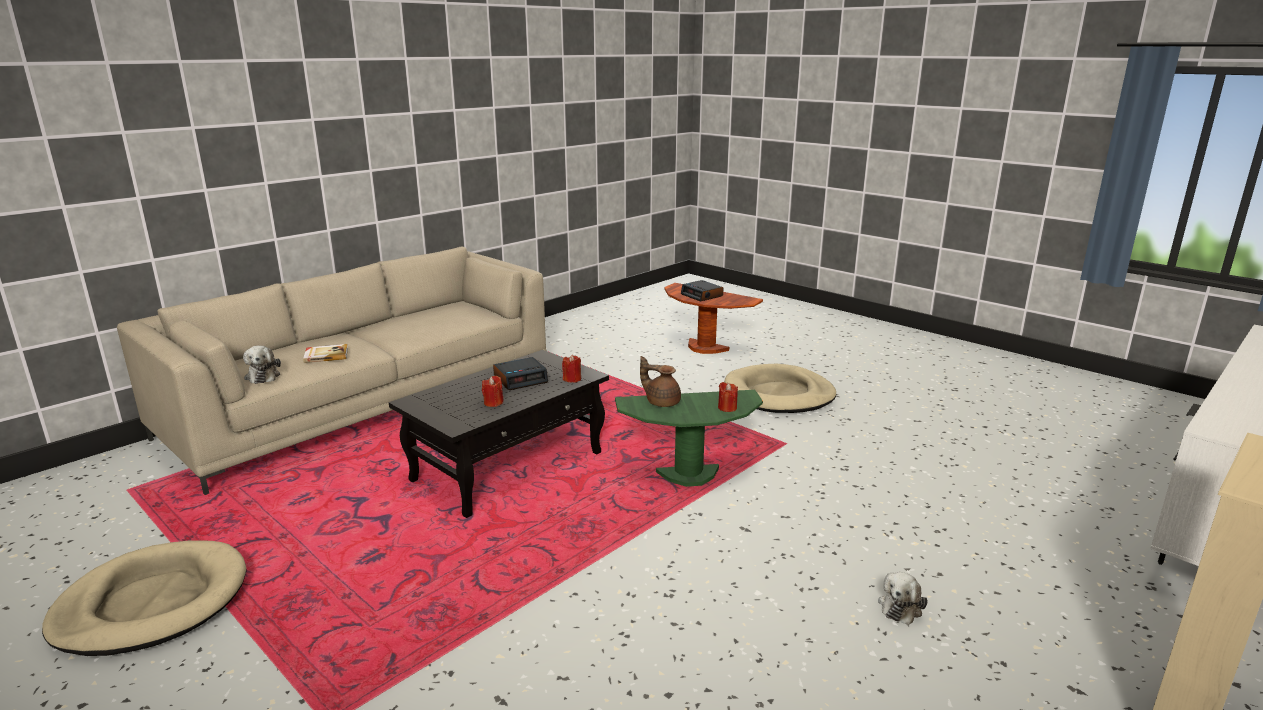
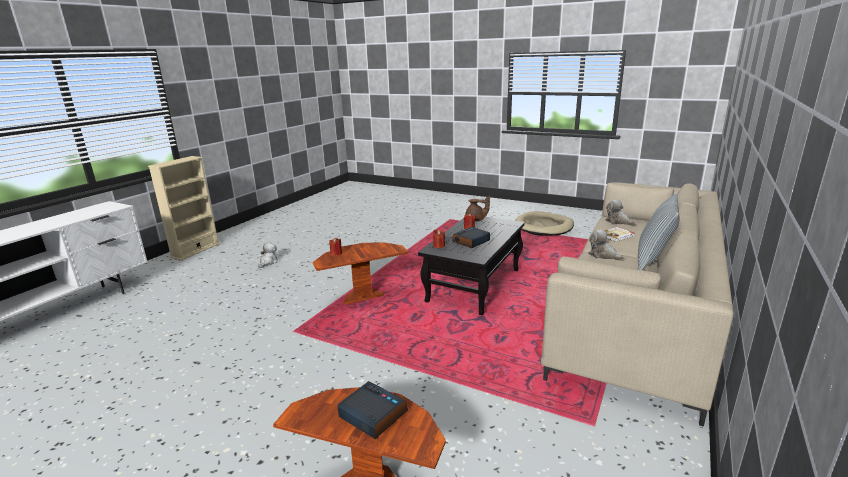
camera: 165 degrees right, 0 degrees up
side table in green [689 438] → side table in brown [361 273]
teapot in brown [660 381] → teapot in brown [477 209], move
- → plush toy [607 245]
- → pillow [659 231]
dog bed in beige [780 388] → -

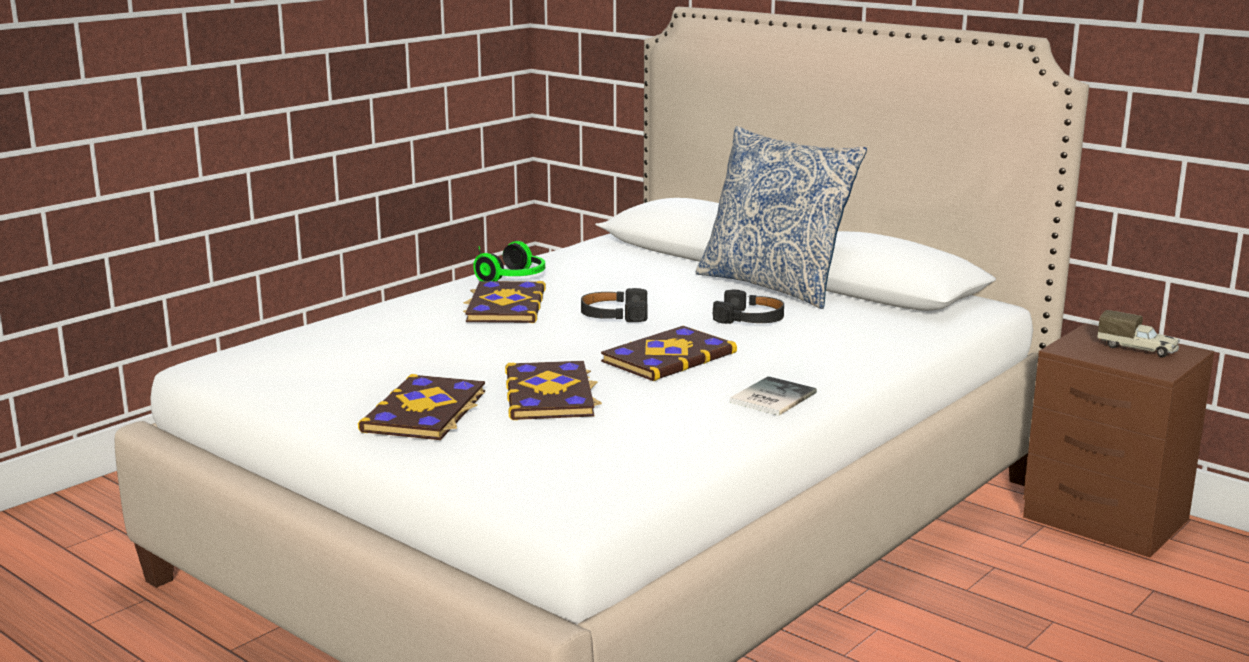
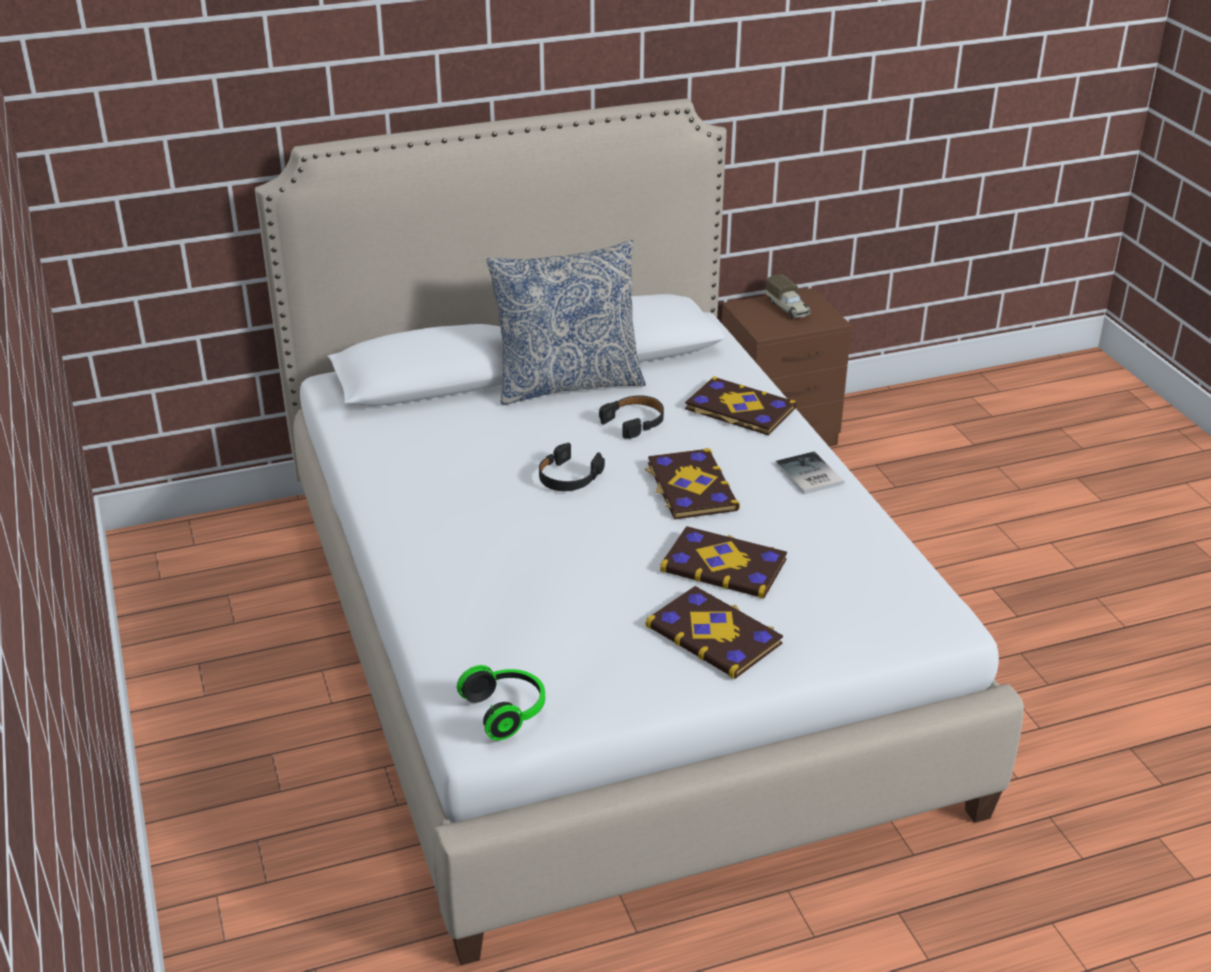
camera: 60 degrees left, 15 degrees up
headphones [509 261] → headphones [501 703], move
book [504 302] → book [740 406], move
toy truck [1138 334] → toy truck [788 296], 90 degrees clockwise

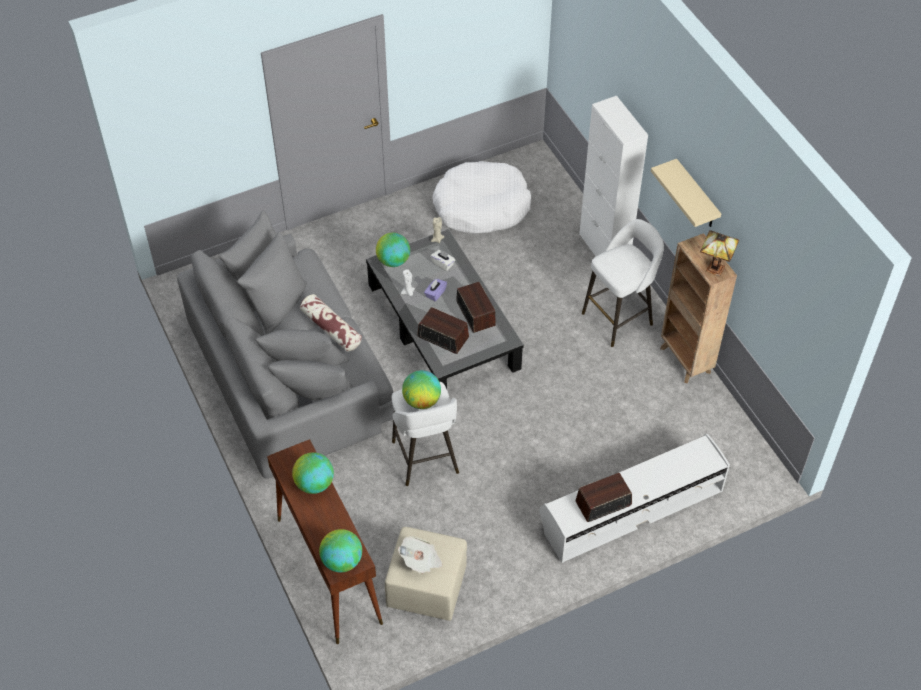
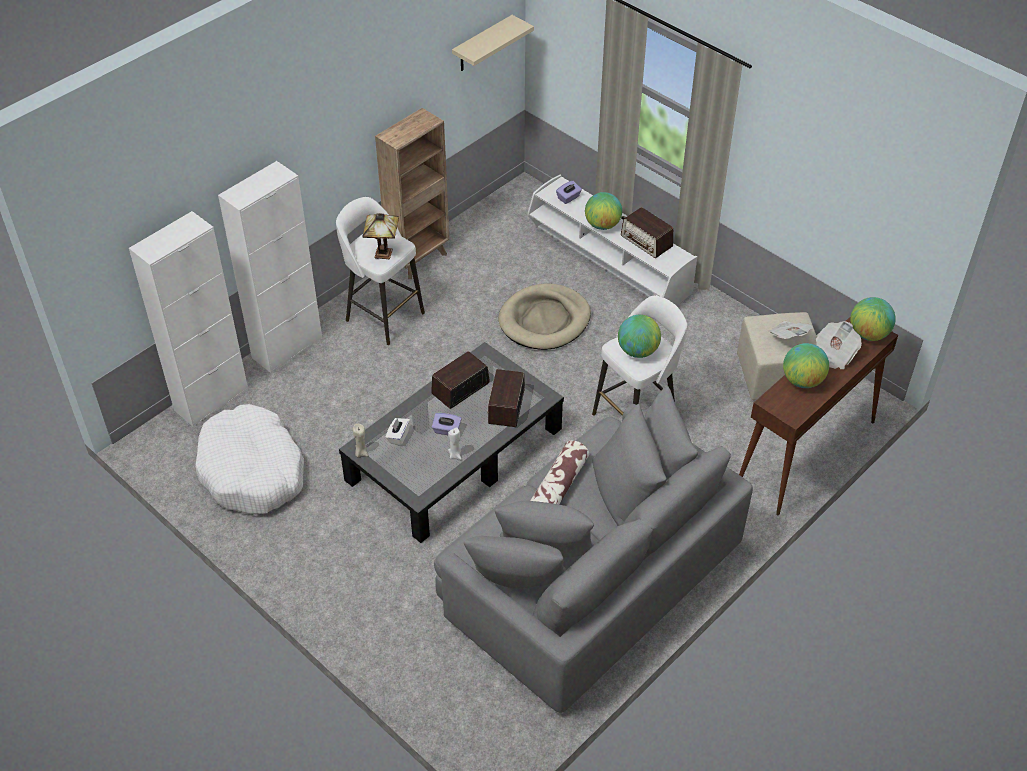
camera: 110 degrees left, 5 degrees down
- → cabinet in white [188 319]
table lamp [719 253] → table lamp [380 236], move
shelf in beige [686 193] → shelf in beige [493 43], move
- → dog bed in beige [544 316]
- → tissue box in purple [569 192]
globe [393 250] → globe [603 211], move
- → newspaper [839 345]

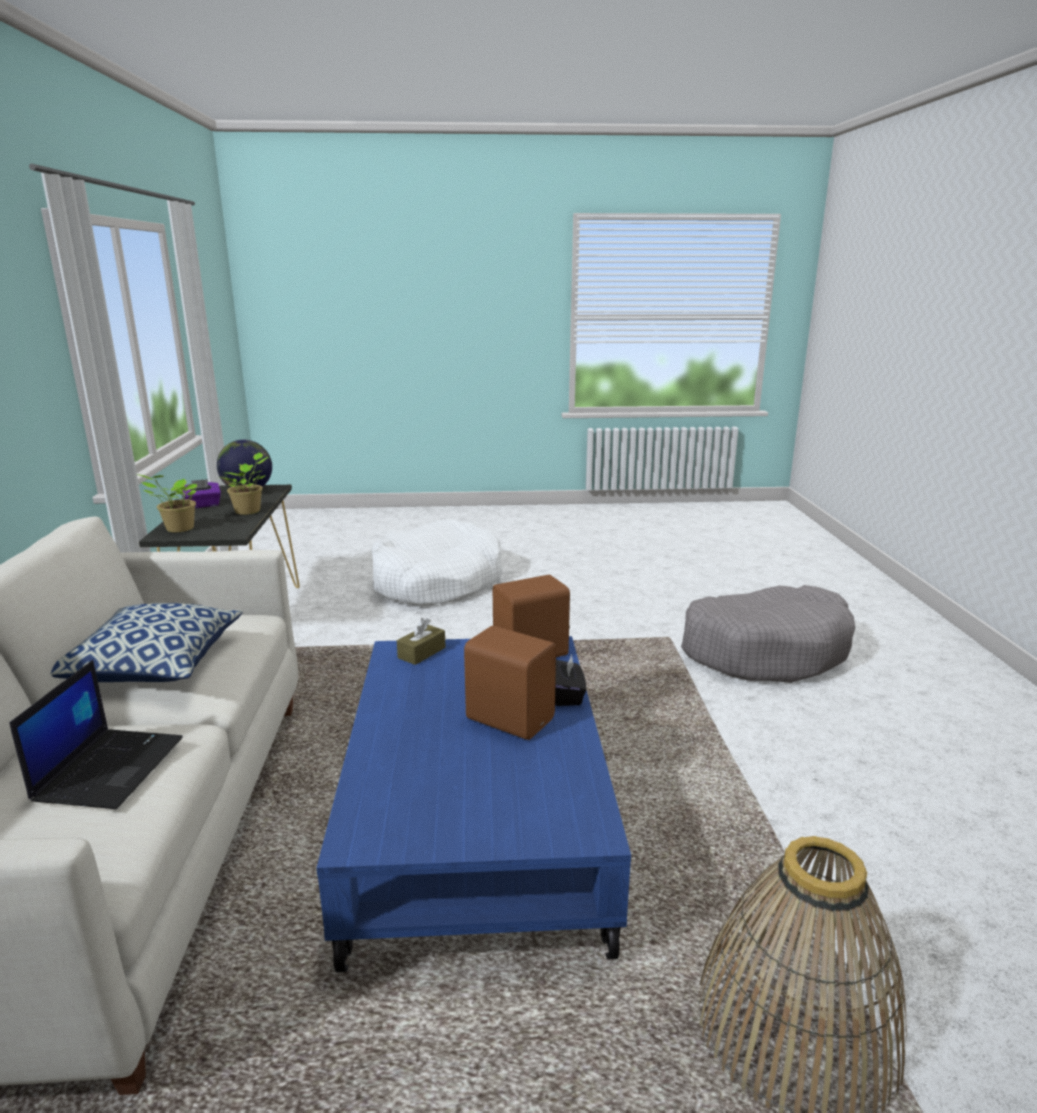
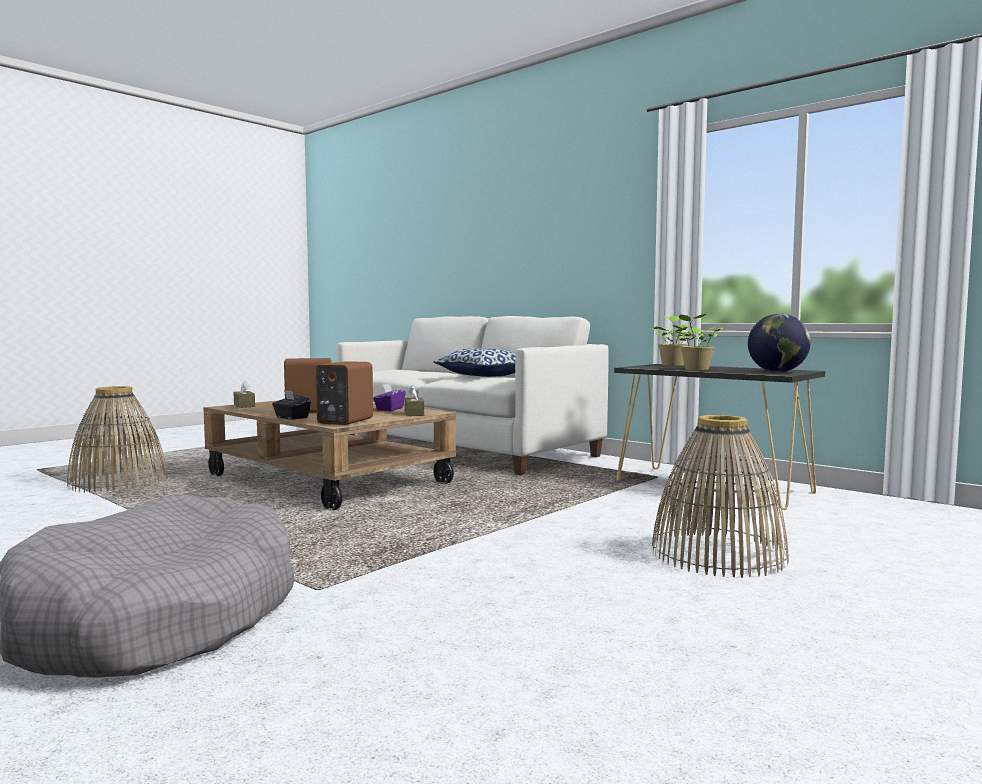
camera: 135 degrees right, 15 degrees down
coffee table in blue [473 804] → coffee table in brown [329 455]
- → tissue box in brown [244 394]
tissue box in purple [201 493] → tissue box in purple [389 397], move
dog bed in white [437 562] → basket [720 496]
laptop [96 734] → -

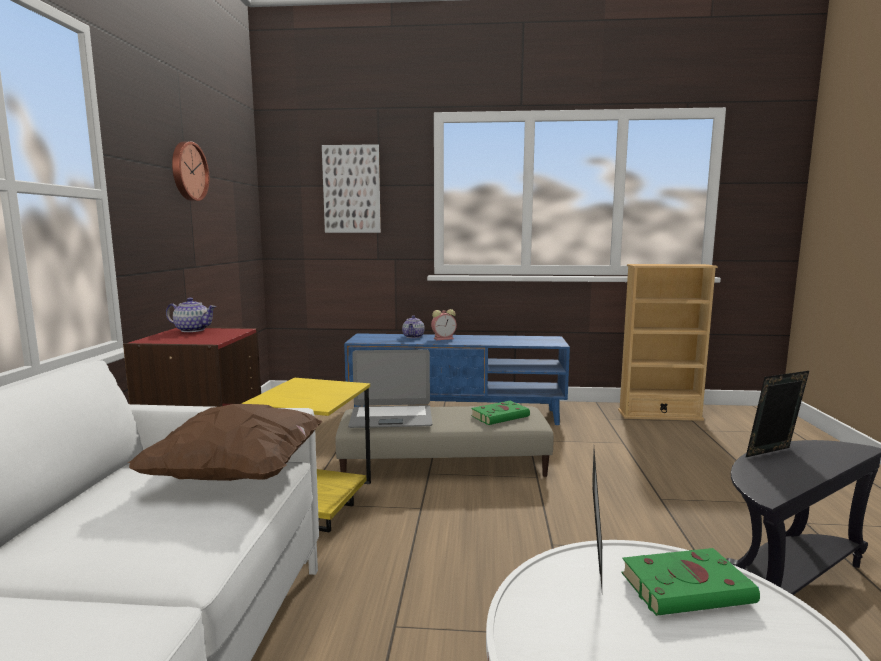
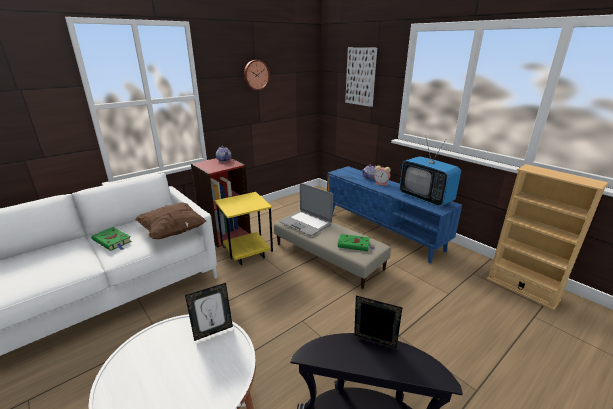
camera: 45 degrees right, 15 degrees up
book in green [691 582] → book in green [111 239], move
- → television [430 171]

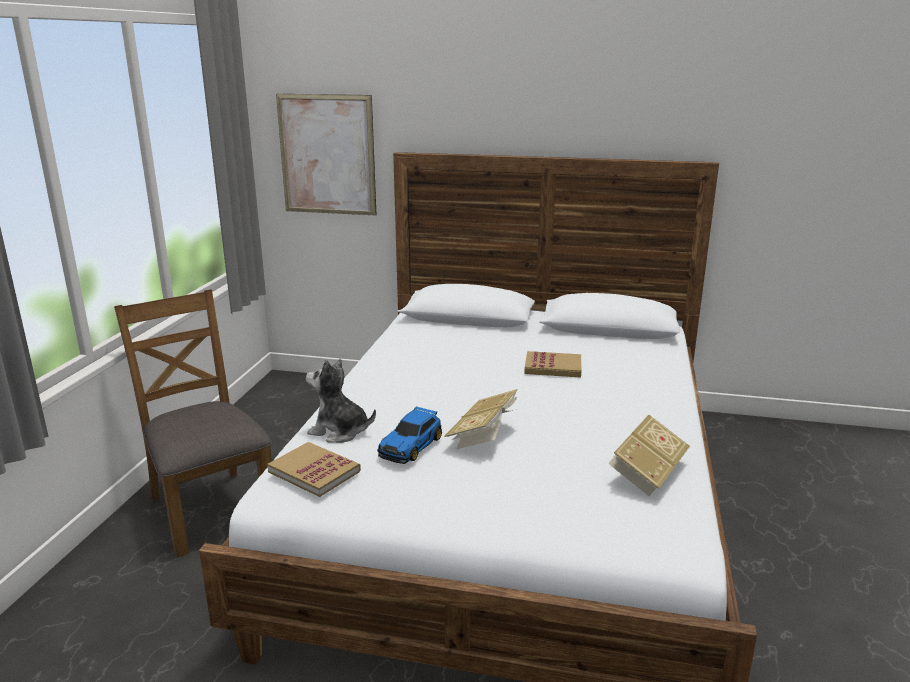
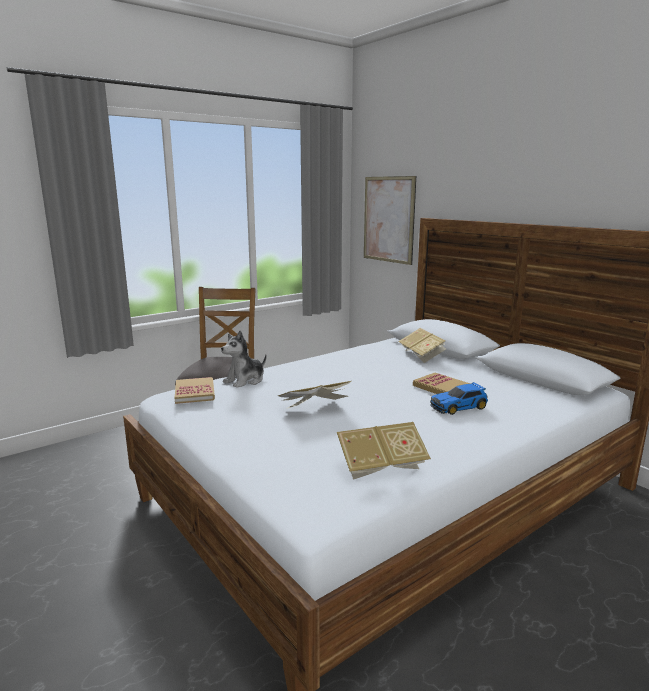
camera: 40 degrees right, 5 degrees down
plush toy [341 401] → plush toy [244 358], 105 degrees counterclockwise
- → book [422 345]
toy car [409 435] → toy car [459 398], move

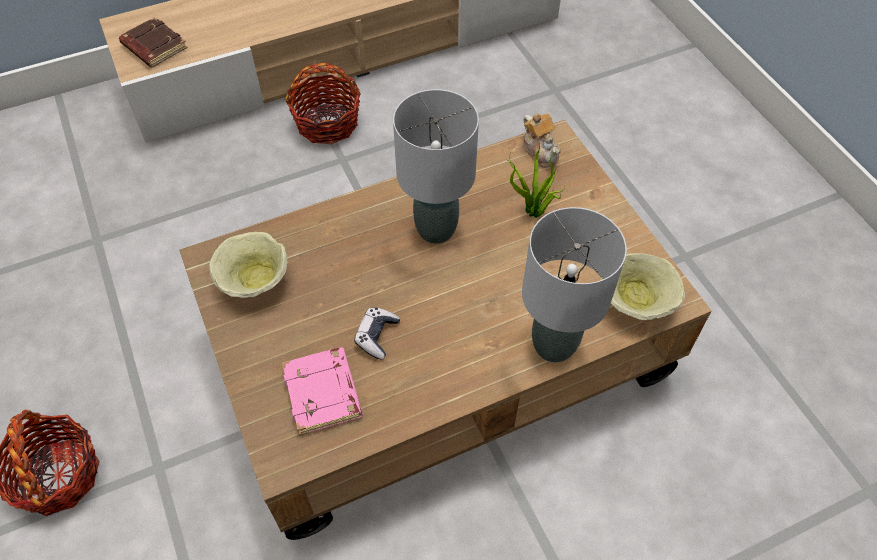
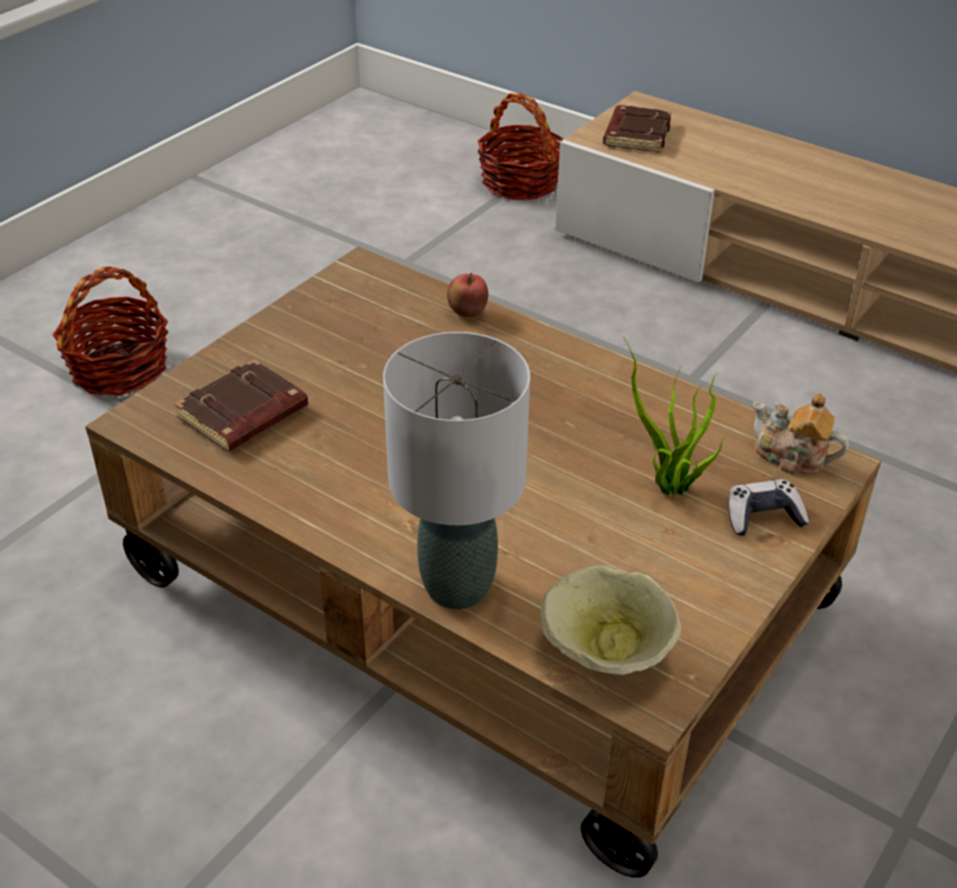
camera: 60 degrees right, 15 degrees down
book in pink [322 391] → book in brown [241 405]
- → apple [467 295]
basket [323 103] → basket [520 146], move
game controller [377 334] → game controller [769 507], move
teapot [542 140] → teapot [801 434], 90 degrees clockwise
bowl in beige [248 265] → -
table lamp in grey [436 166] → -

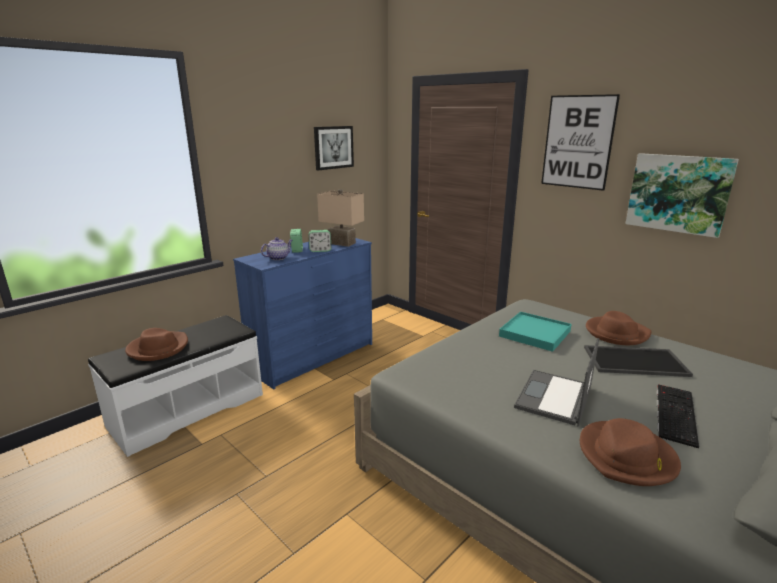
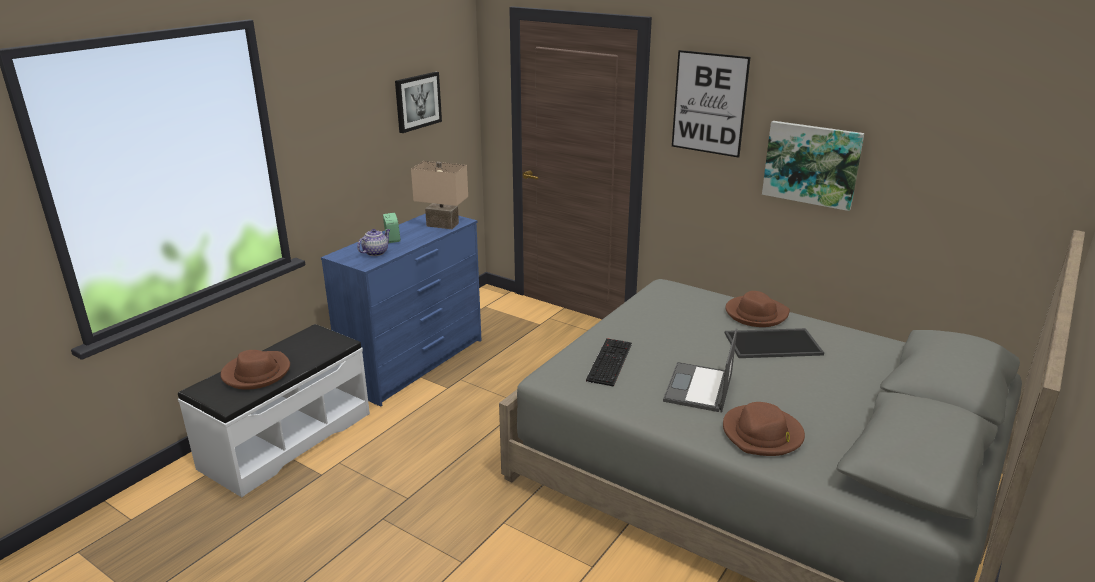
camera: 10 degrees left, 5 degrees up
keyboard [678 416] → keyboard [609 362], move
alarm clock [320 241] → -
tray in turquoise [535 331] → -

